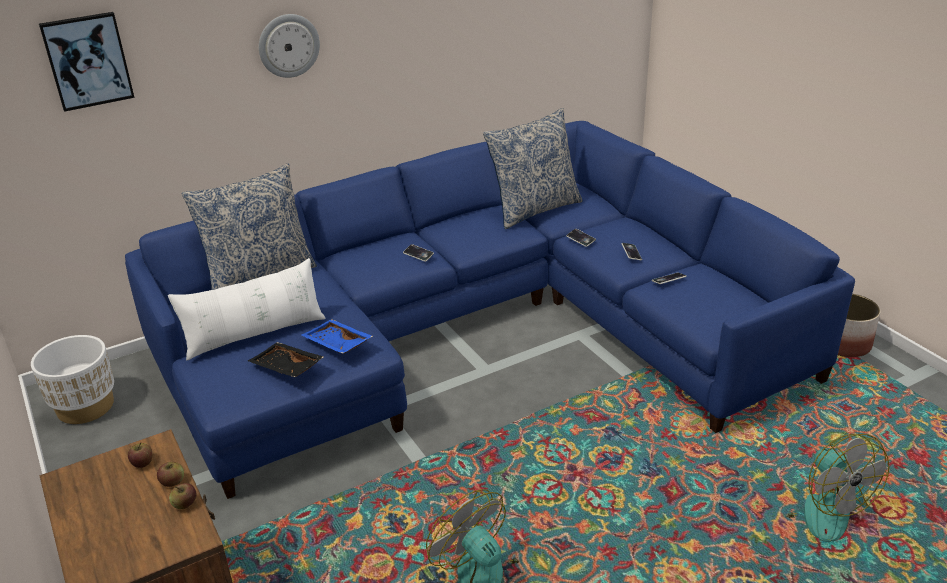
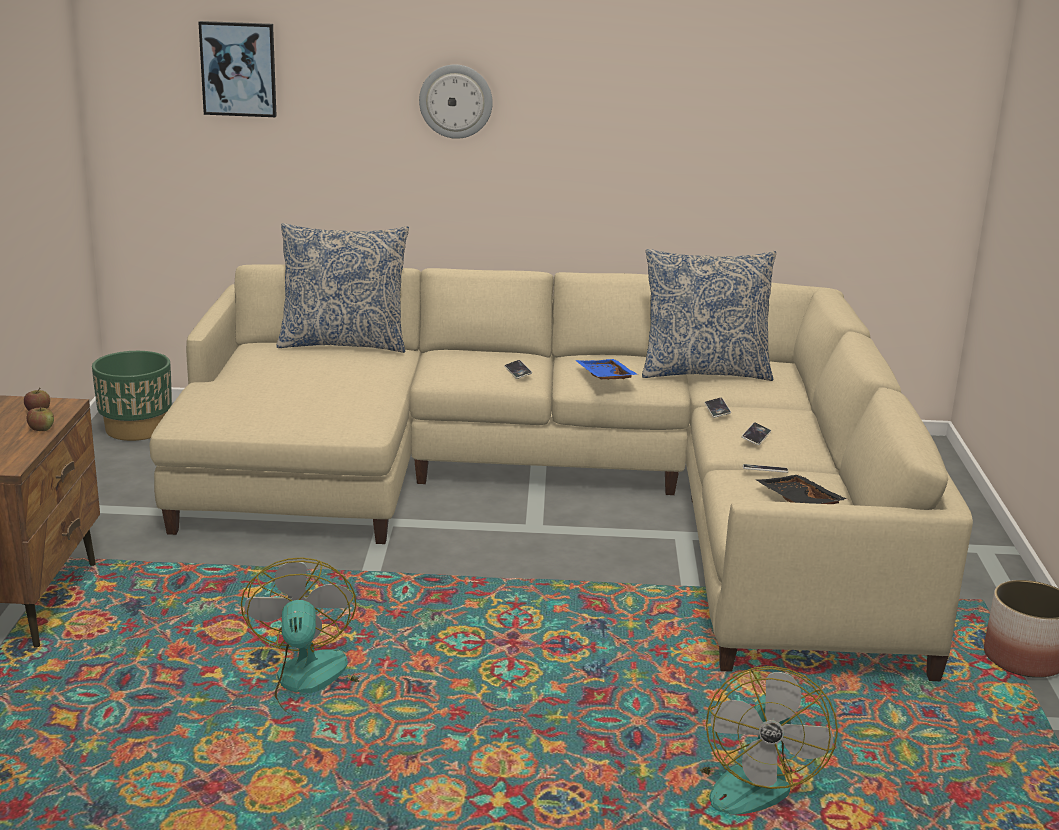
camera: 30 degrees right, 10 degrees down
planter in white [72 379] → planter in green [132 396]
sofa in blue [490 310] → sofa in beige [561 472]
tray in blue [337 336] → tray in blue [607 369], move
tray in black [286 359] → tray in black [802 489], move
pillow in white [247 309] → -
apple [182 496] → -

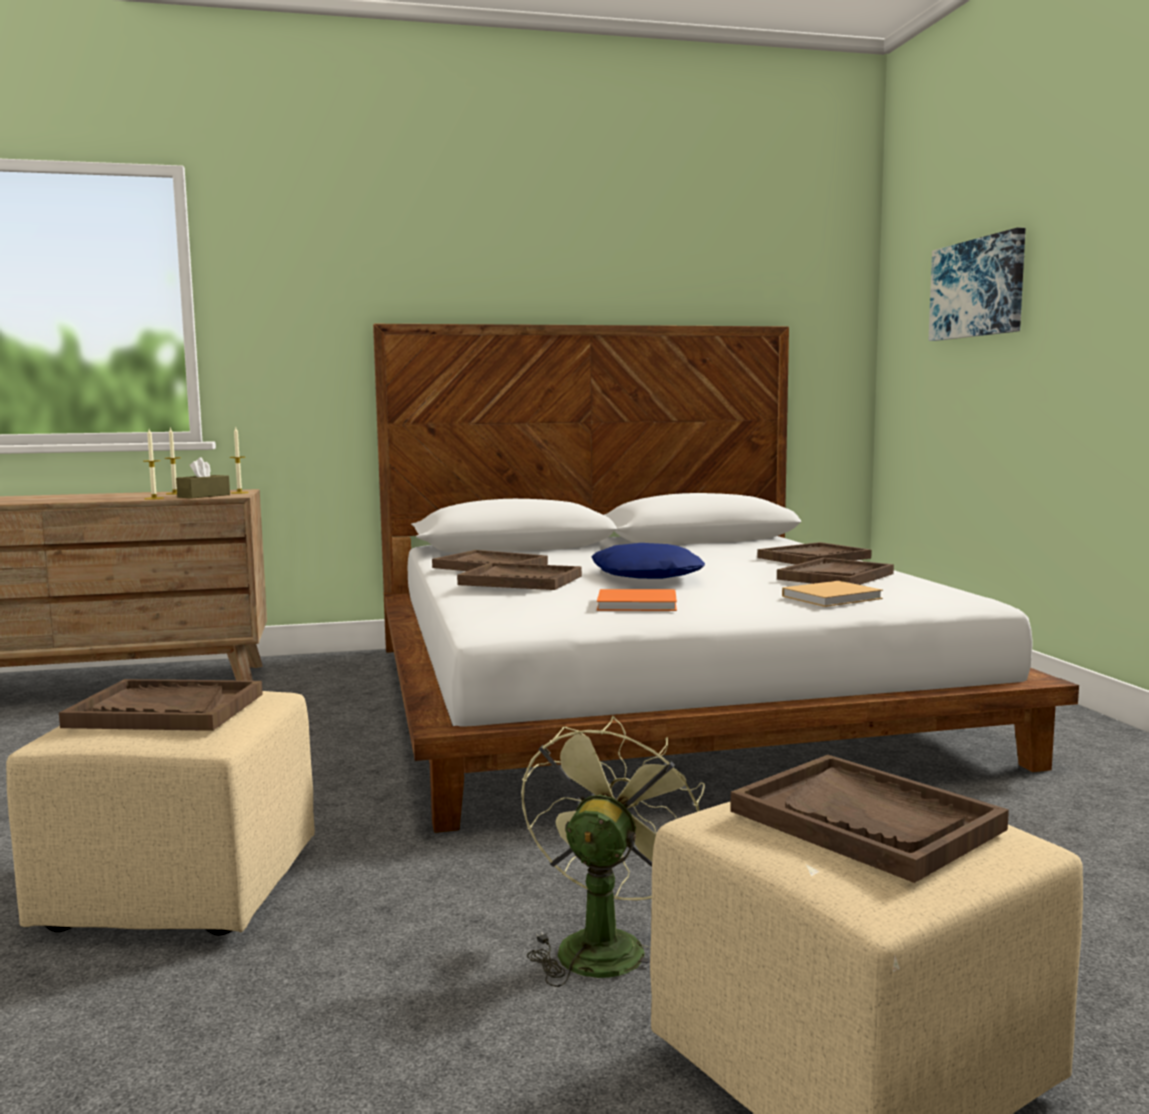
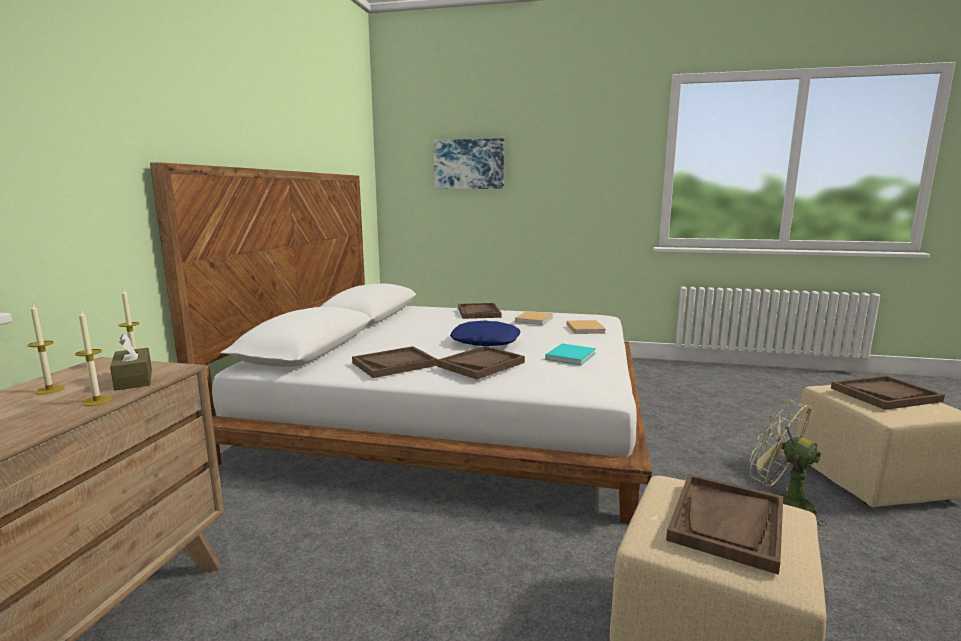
camera: 65 degrees left, 5 degrees up
tray in brown [835 571] → book in beige [534 318]
book in orange [637 600] → book in turquoise [570 354]

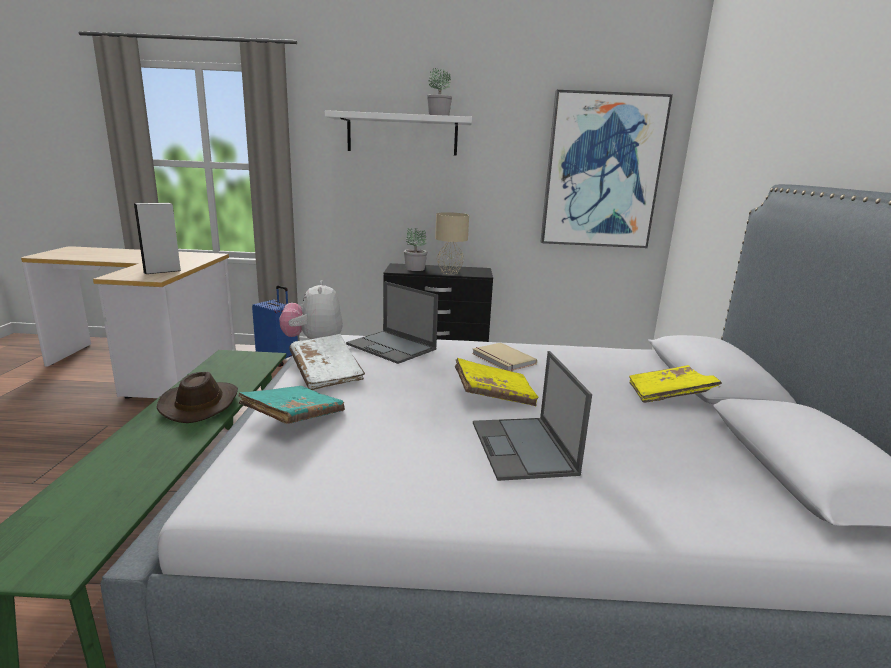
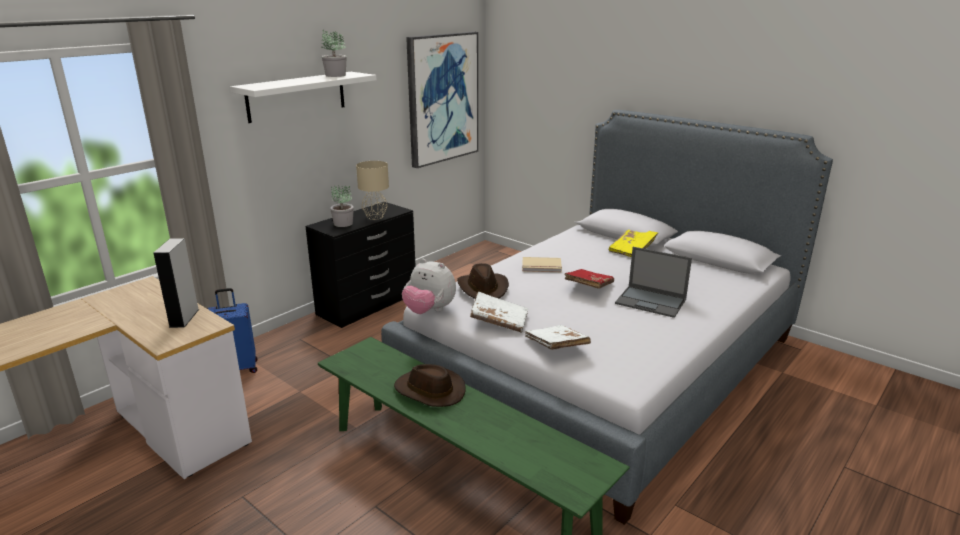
camera: 50 degrees left, 5 degrees up
laptop [392 322] → hat in brown [483 281]
book in turquoise [291 405] → book in white [557 337]
book in yellow [496 382] → book in red [589 279]

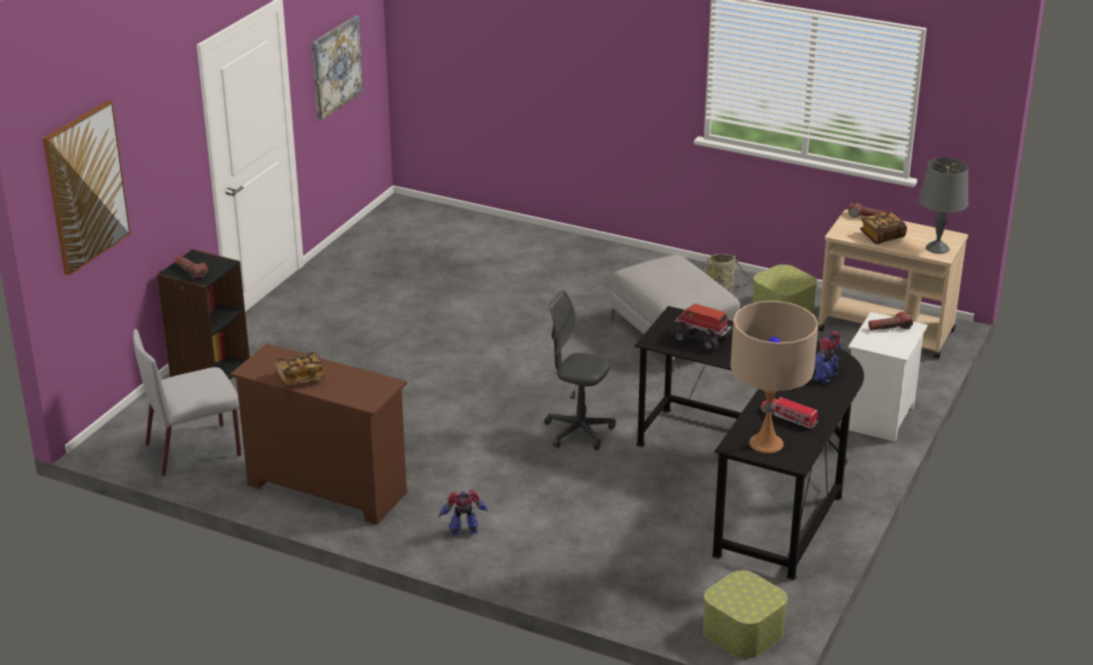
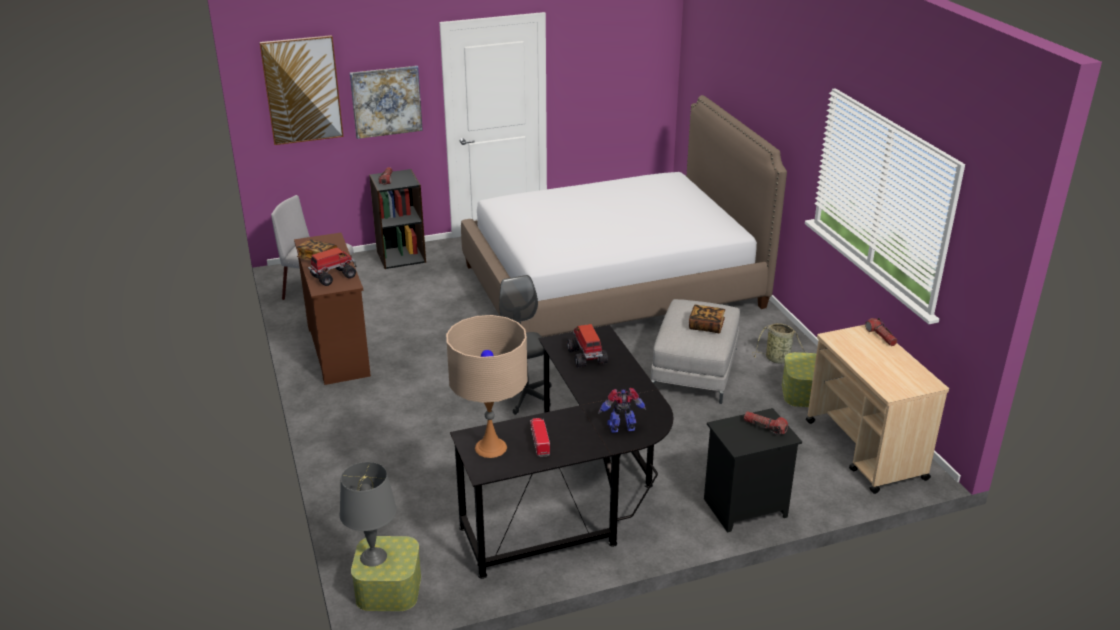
camera: 45 degrees right, 0 degrees up
- → toy truck [332 266]
table lamp in grey [944 205] → table lamp in grey [368 514], move
picture [337 68] → picture [386 102], move
- → bed [624 216]
book [883 227] → book [707 318], move
nightstand in white [888 377] → nightstand in black [753 470]
toy robot [463 513] → -

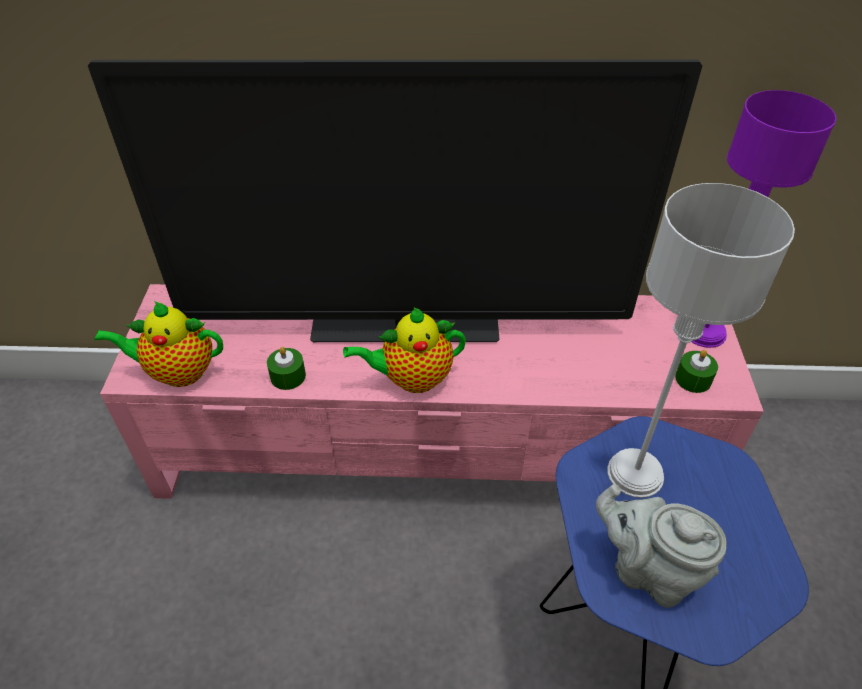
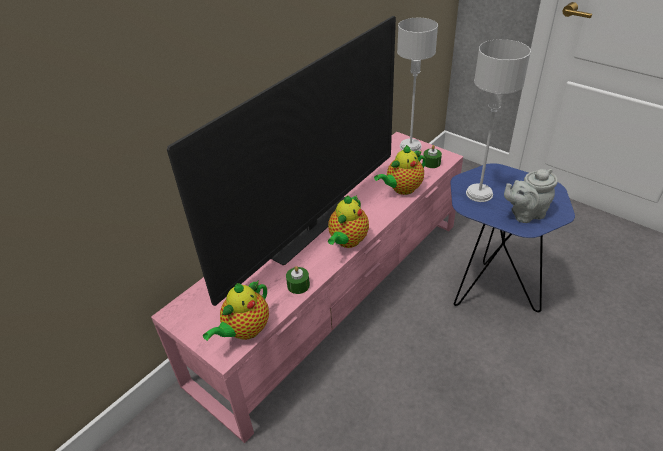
camera: 50 degrees left, 5 degrees down
- → teapot [400 170]
table lamp in purple [764 219] → table lamp in grey [417 85]

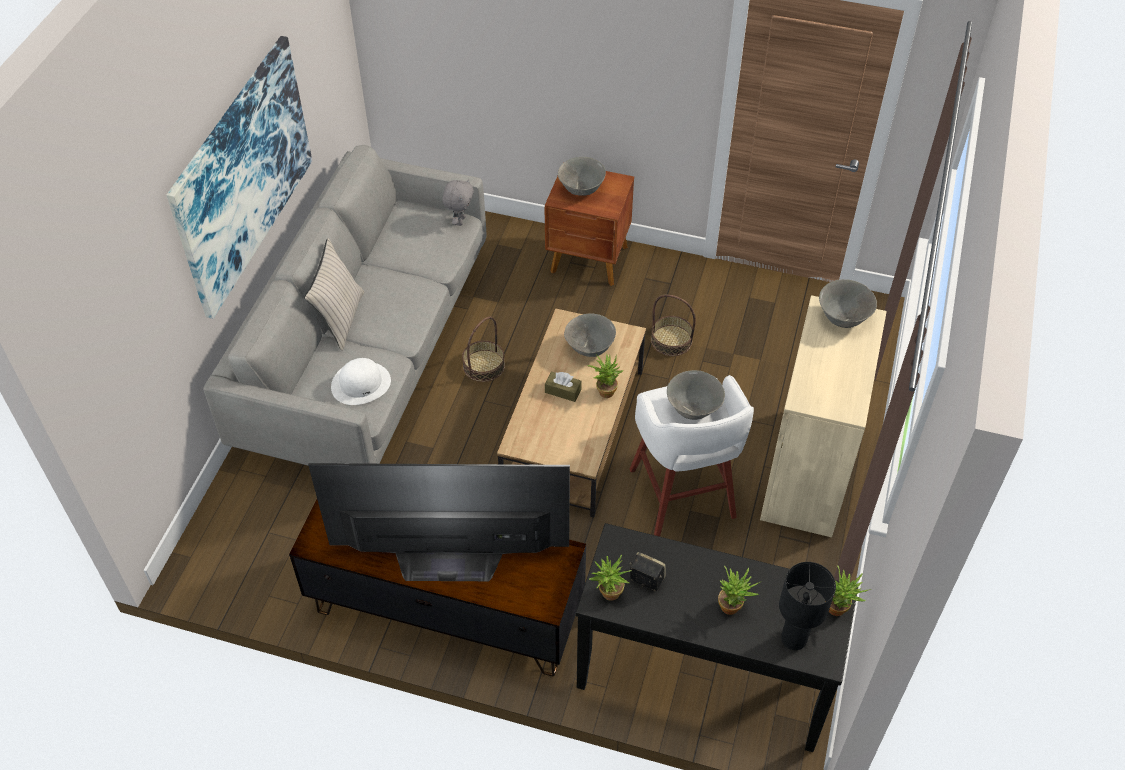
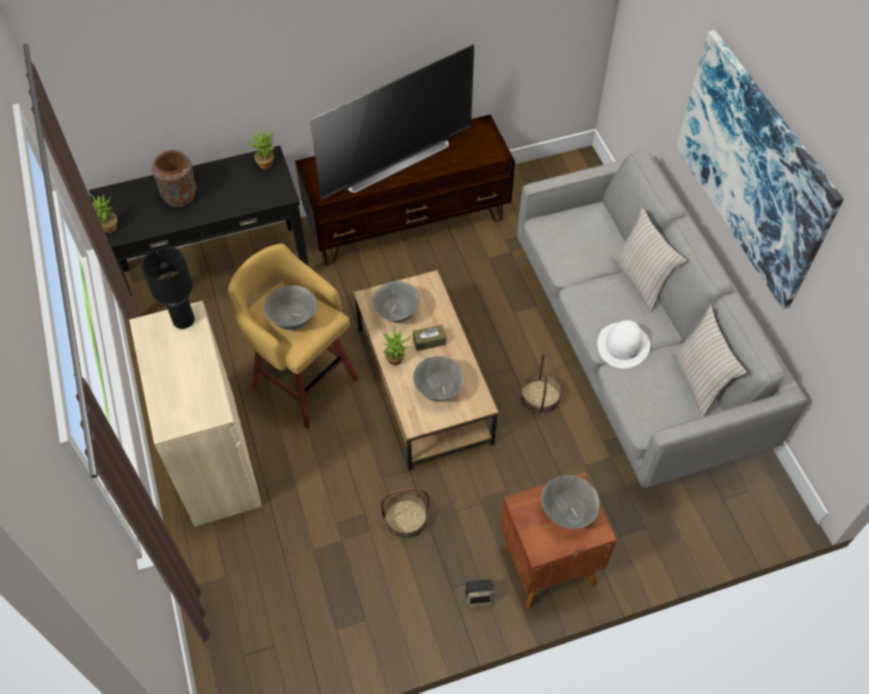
camera: 145 degrees right, 5 degrees up
table lamp in black [807 606] → table lamp in black [168 287], move
potted plant [739 590] → vase in brown [174 178]
stool in white [692 456] → stool in yellow [293 336]
bowl in grey [848 303] → bowl in grey [395 302], move
speaker [647 571] → speaker [480 593], move
hat in white [361 381] → hat in white [623 344], move
- → pillow in beige [708 361]
plush toy in grey [458 202] → -

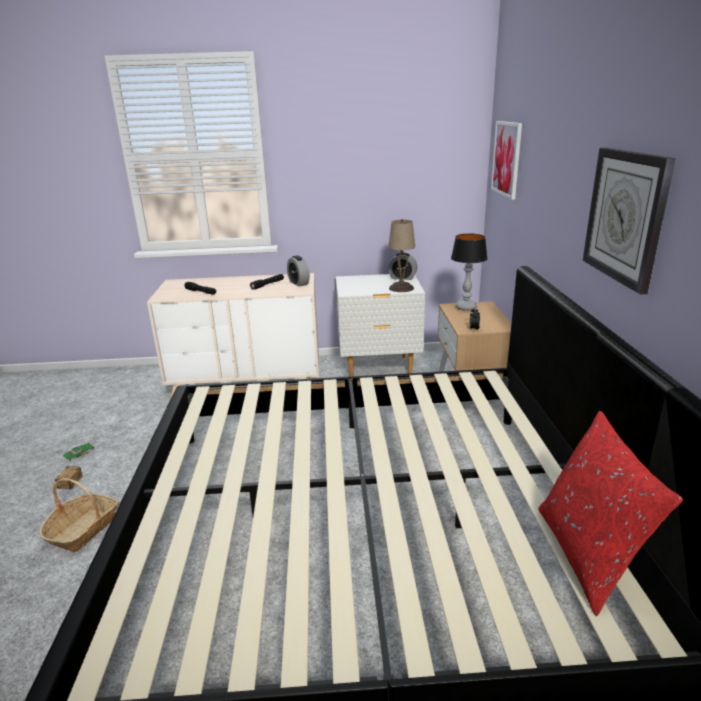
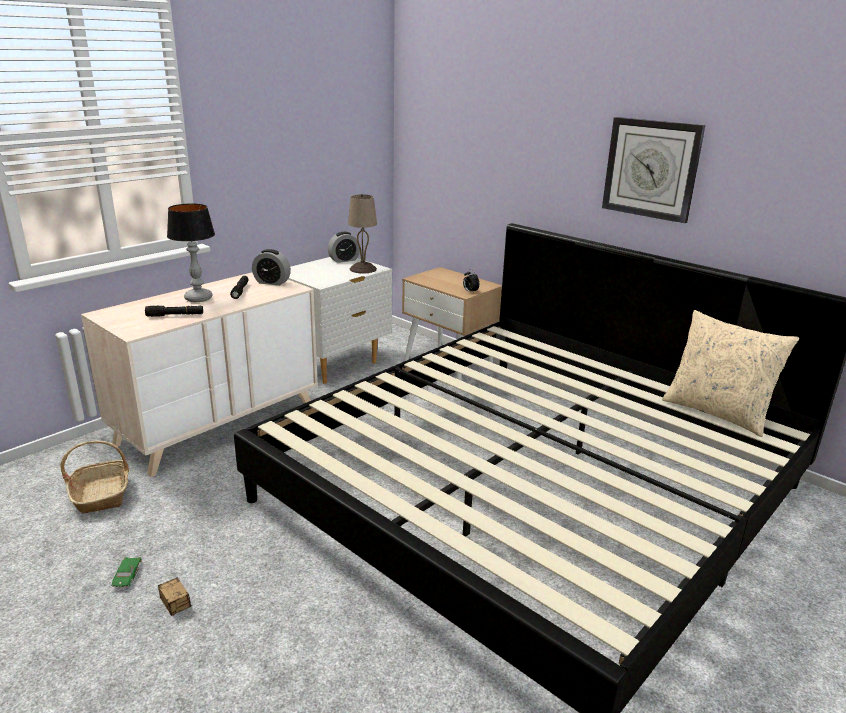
camera: 45 degrees left, 0 degrees up
basket [79 515] → basket [95 477], move
table lamp [469 272] → table lamp [191 252], move
pillow in red [610 513] → pillow in beige [730 373]
picture [506 160] → -

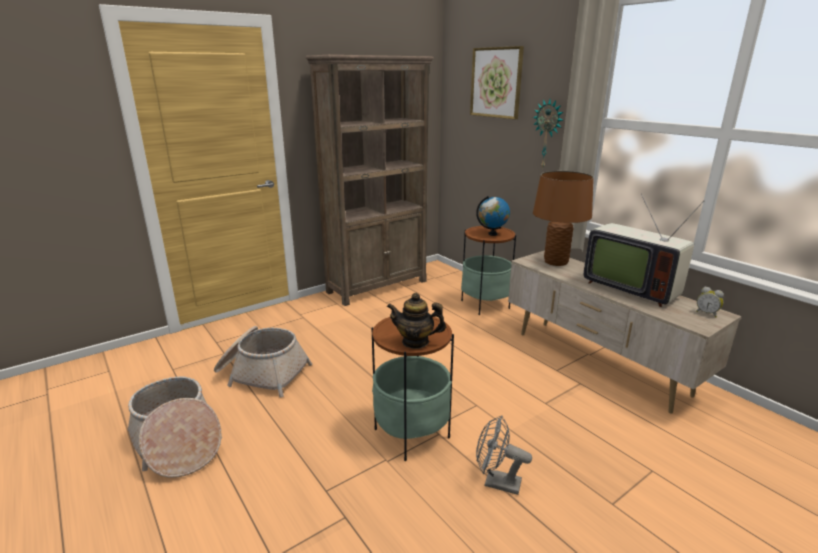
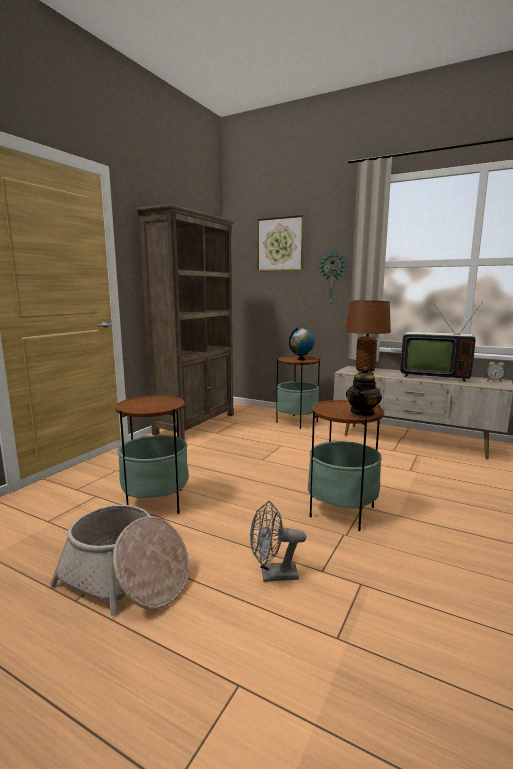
camera: 25 degrees left, 10 degrees down
basket [263 362] → side table [152 454]
fan in grey [504 455] → fan in grey [278 541], move
teapot [416 321] → teapot [364 391], 45 degrees counterclockwise

